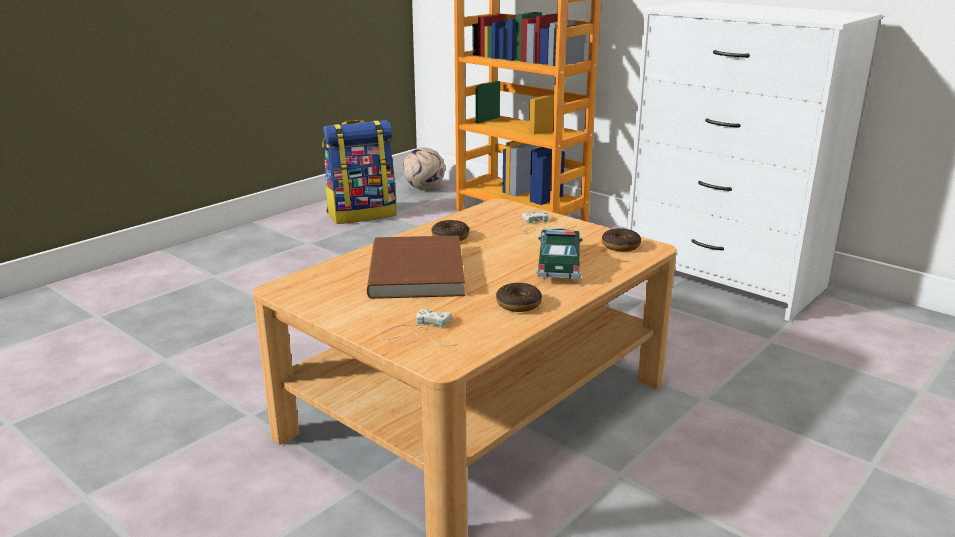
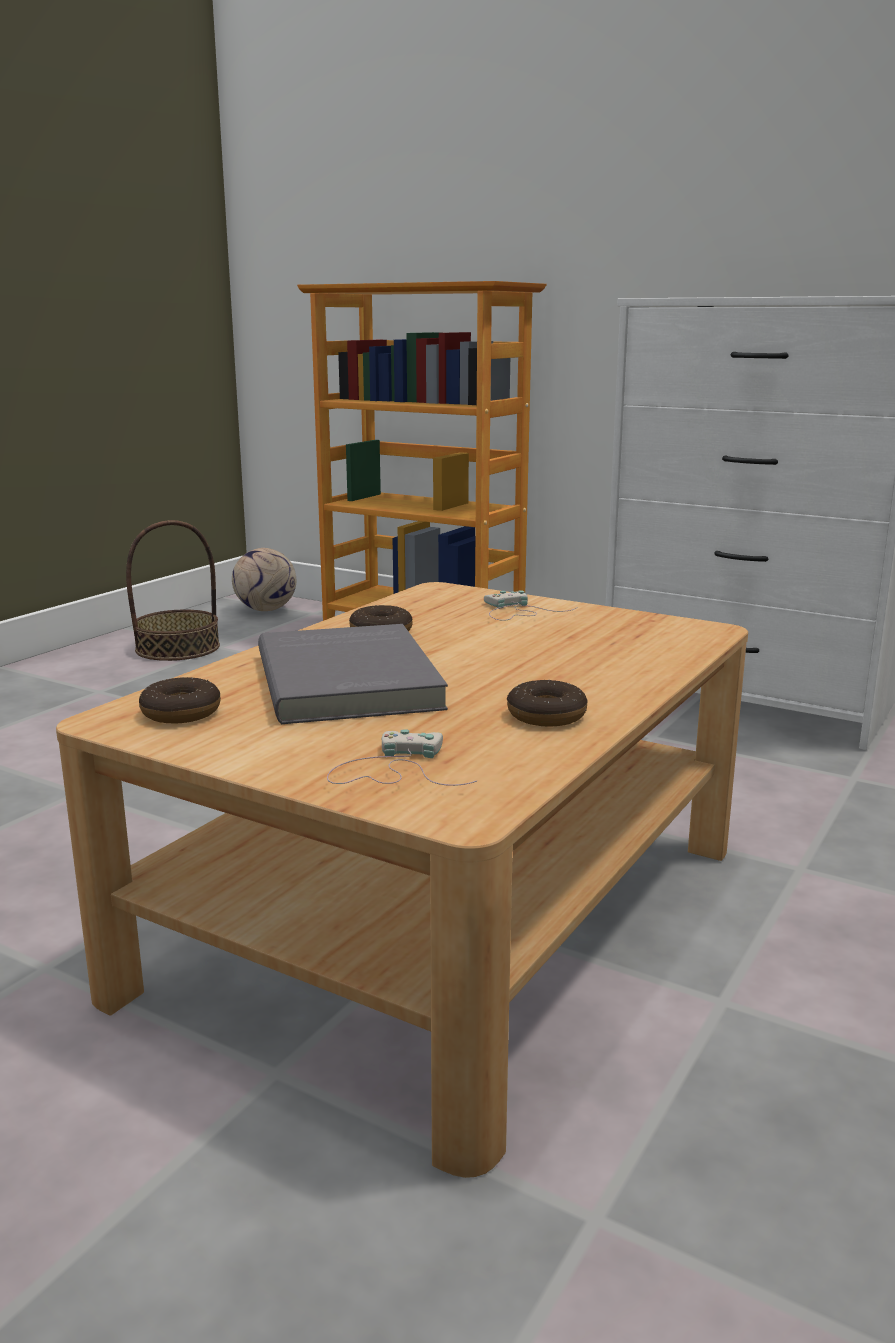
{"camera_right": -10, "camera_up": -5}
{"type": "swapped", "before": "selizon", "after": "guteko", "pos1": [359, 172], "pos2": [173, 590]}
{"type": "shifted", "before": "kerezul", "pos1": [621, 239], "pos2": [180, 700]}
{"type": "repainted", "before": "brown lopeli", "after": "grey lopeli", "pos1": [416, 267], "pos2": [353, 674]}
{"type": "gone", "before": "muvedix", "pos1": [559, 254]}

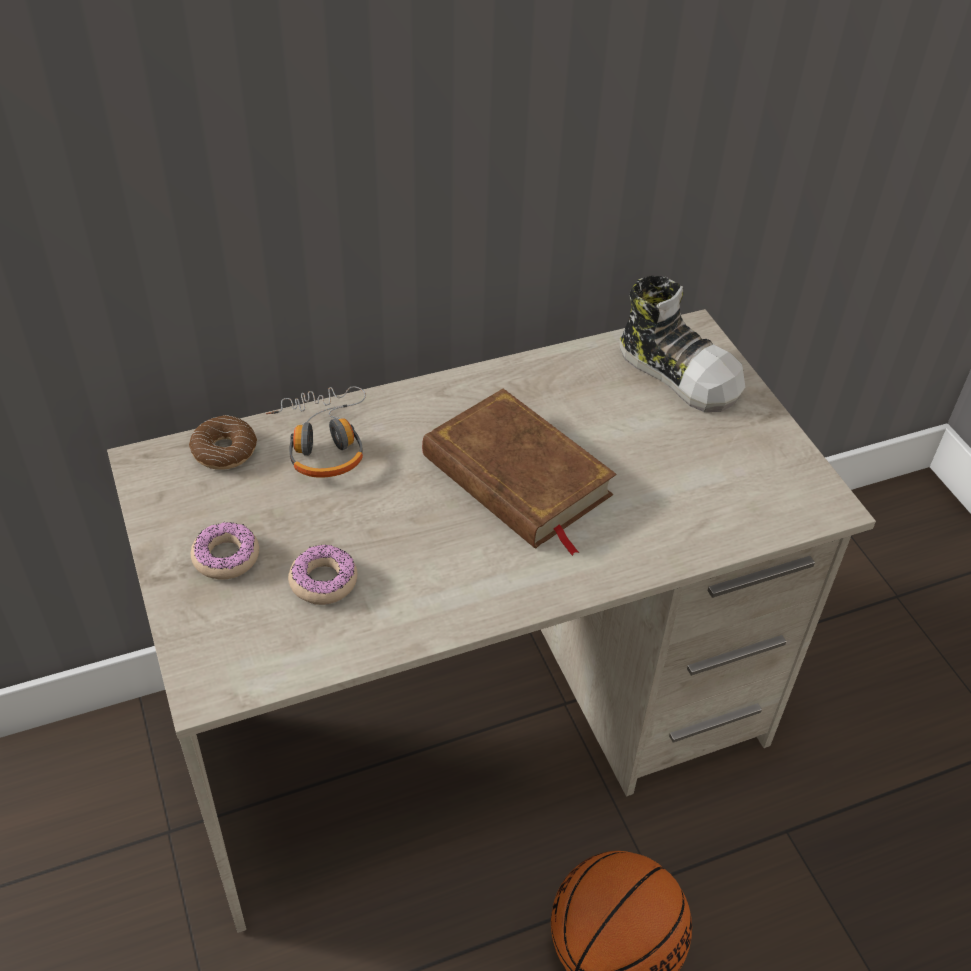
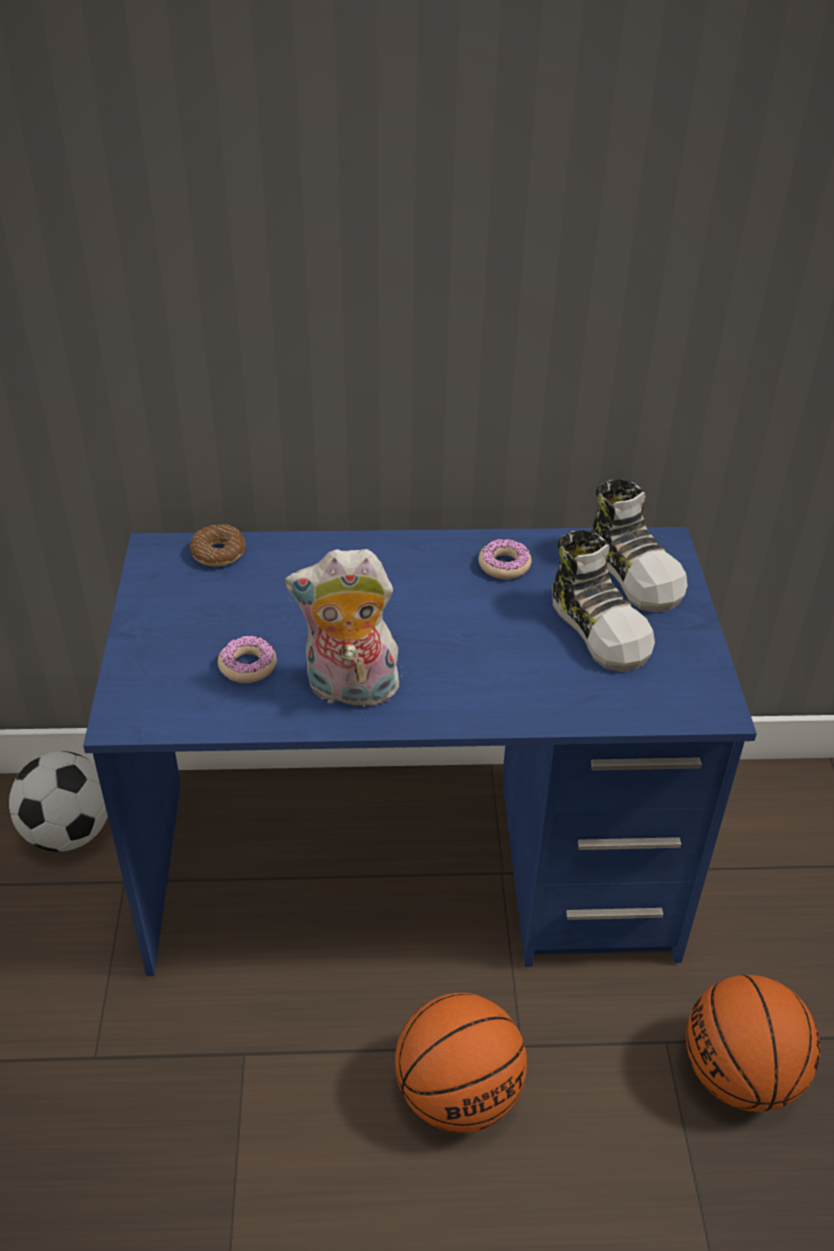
{"camera_right": 20, "camera_up": -5}
{"type": "new", "after": "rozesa", "pos2": [58, 801]}
{"type": "repainted", "before": "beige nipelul", "after": "blue nipelul", "pos1": [491, 621], "pos2": [420, 751]}
{"type": "new", "after": "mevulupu", "pos2": [344, 631]}
{"type": "shifted", "before": "kerezul", "pos1": [225, 551], "pos2": [505, 559]}
{"type": "new", "after": "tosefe", "pos2": [603, 601]}
{"type": "new", "after": "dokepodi", "pos2": [753, 1043]}
{"type": "gone", "before": "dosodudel", "pos1": [316, 432]}
{"type": "gone", "before": "brown lopeli", "pos1": [519, 472]}

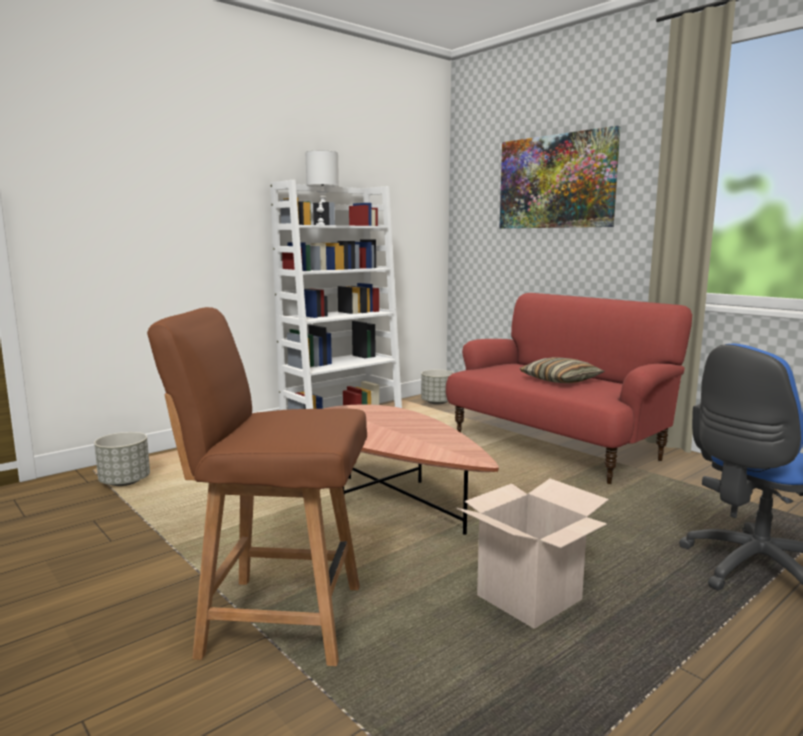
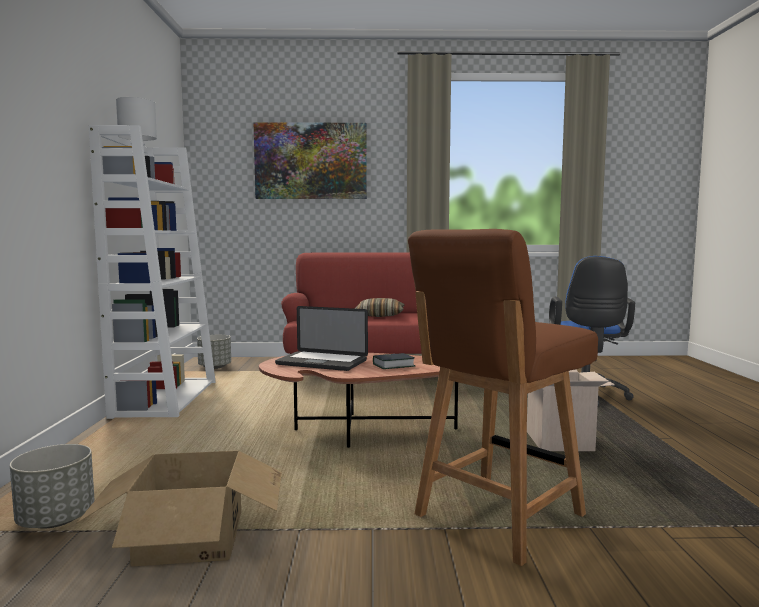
{"camera_right": -50, "camera_up": -5}
{"type": "new", "after": "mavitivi", "pos2": [179, 508]}
{"type": "new", "after": "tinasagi", "pos2": [321, 338]}
{"type": "new", "after": "lopeli", "pos2": [394, 361]}

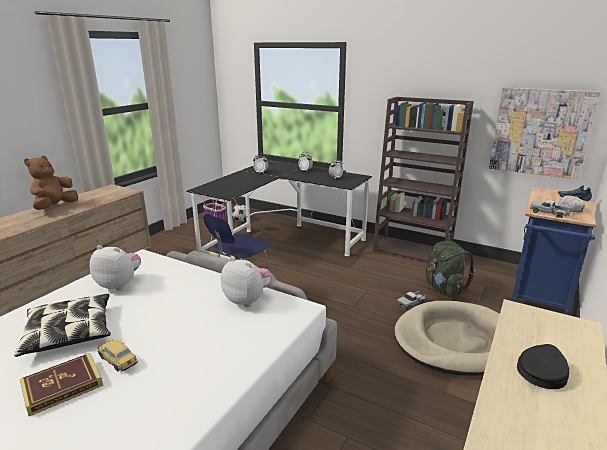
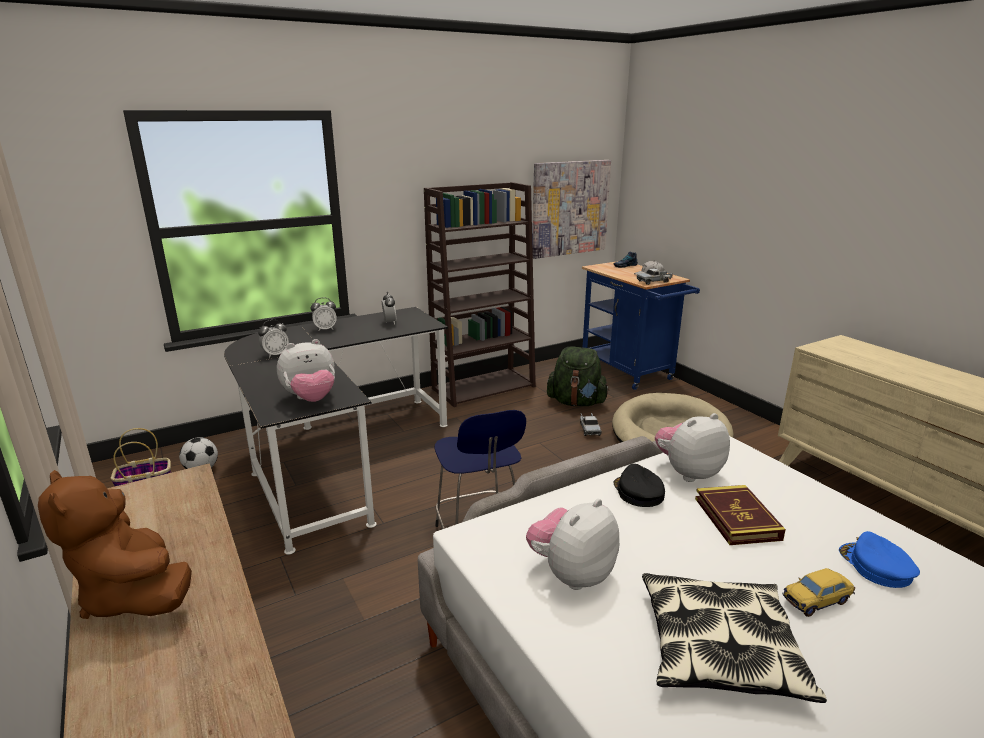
{"camera_right": -60, "camera_up": 0}
{"type": "new", "after": "mevulupu", "pos2": [306, 370]}
{"type": "shifted", "before": "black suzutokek", "pos1": [543, 366], "pos2": [639, 485]}
{"type": "shifted", "before": "lopeli", "pos1": [61, 384], "pos2": [740, 515]}
{"type": "new", "after": "blue suzutokek", "pos2": [879, 559]}

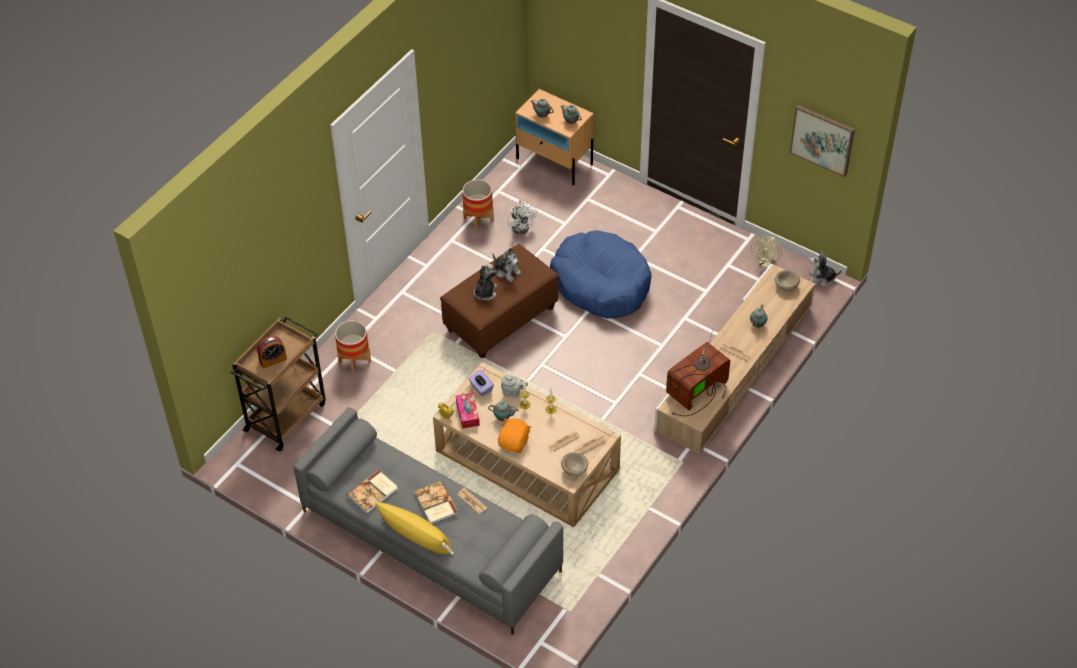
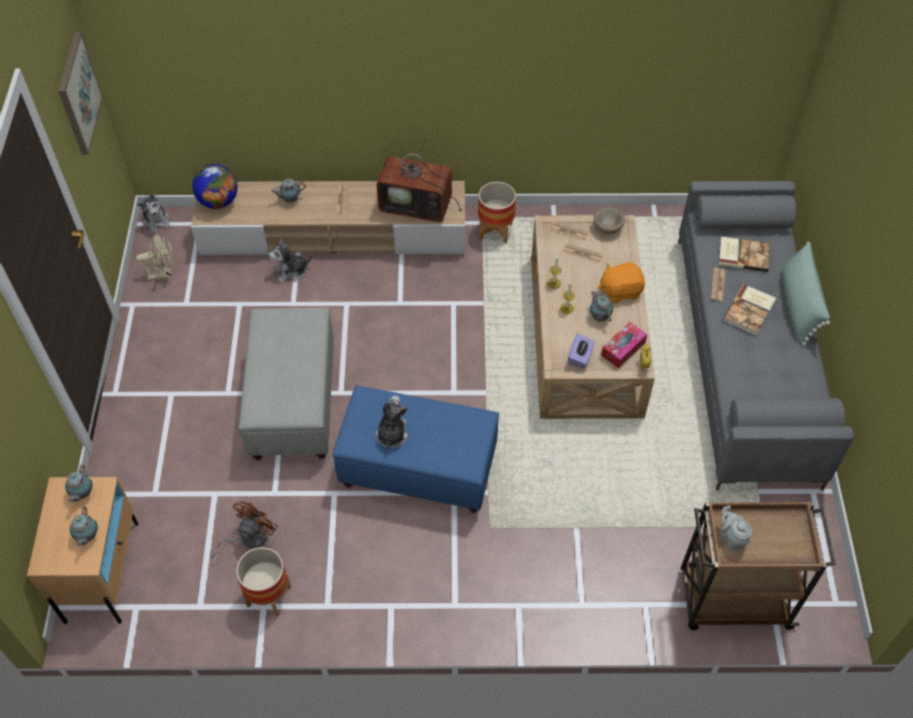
{"camera_right": -125, "camera_up": 5}
{"type": "swapped", "before": "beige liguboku", "after": "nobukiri", "pos1": [787, 280], "pos2": [215, 186]}
{"type": "repainted", "before": "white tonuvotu", "after": "brown tonuvotu", "pos1": [522, 217], "pos2": [244, 529]}
{"type": "swapped", "before": "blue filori", "after": "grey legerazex", "pos1": [601, 274], "pos2": [286, 383]}
{"type": "shifted", "before": "mevulupu", "pos1": [485, 282], "pos2": [290, 260]}
{"type": "repainted", "before": "brown legerazex", "after": "blue legerazex", "pos1": [499, 301], "pos2": [415, 449]}
{"type": "shifted", "before": "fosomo", "pos1": [353, 347], "pos2": [497, 213]}
{"type": "shifted", "before": "lopeli", "pos1": [372, 491], "pos2": [744, 254]}
{"type": "shifted", "before": "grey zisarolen", "pos1": [514, 386], "pos2": [736, 527]}
{"type": "repainted", "before": "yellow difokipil", "after": "green difokipil", "pos1": [413, 528], "pos2": [806, 294]}
{"type": "gone", "before": "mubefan", "pos1": [272, 352]}

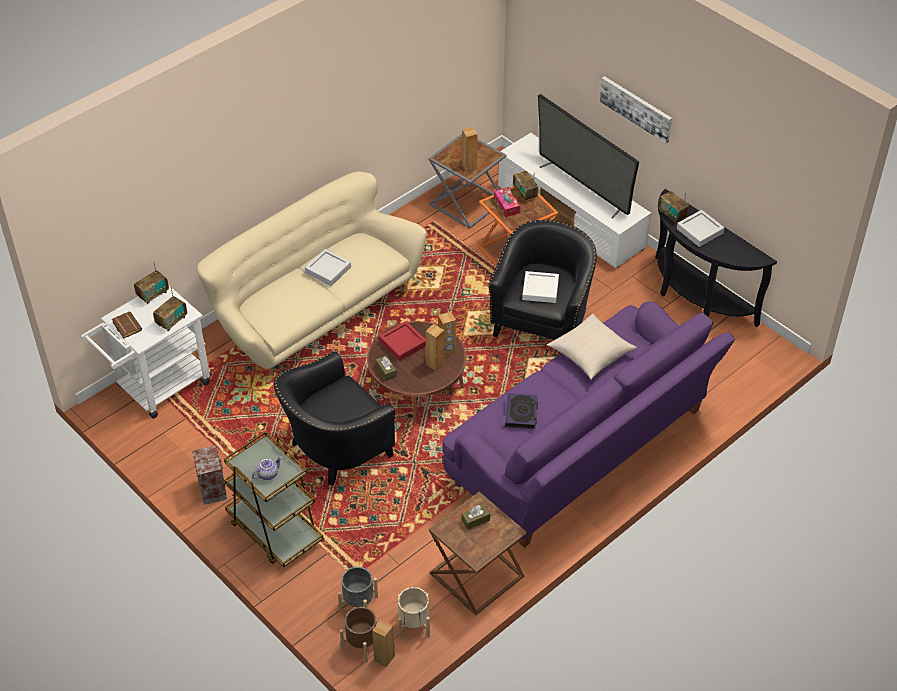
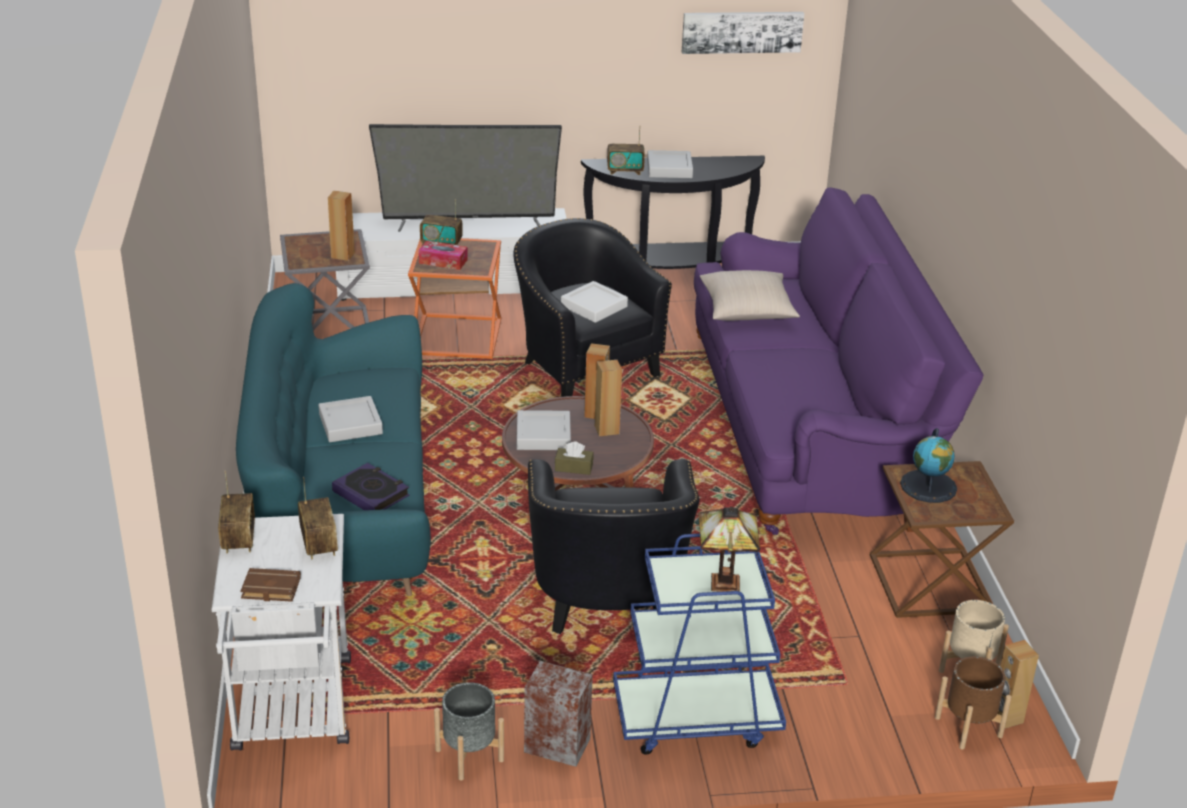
{"camera_right": -55, "camera_up": -15}
{"type": "repainted", "before": "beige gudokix", "after": "turquoise gudokix", "pos1": [311, 274], "pos2": [333, 439]}
{"type": "shifted", "before": "lopeli", "pos1": [521, 411], "pos2": [371, 486]}
{"type": "shifted", "before": "grey fosomo", "pos1": [358, 590], "pos2": [469, 731]}
{"type": "repainted", "before": "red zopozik", "after": "grey zopozik", "pos1": [402, 341], "pos2": [544, 430]}
{"type": "repainted", "before": "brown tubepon", "after": "blue tubepon", "pos1": [274, 499], "pos2": [699, 644]}
{"type": "shifted", "before": "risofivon", "pos1": [636, 109], "pos2": [743, 33]}
{"type": "swapped", "before": "zisarolen", "after": "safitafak", "pos1": [267, 468], "pos2": [729, 549]}
{"type": "swapped", "before": "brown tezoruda", "after": "nobukiri", "pos1": [476, 517], "pos2": [928, 465]}

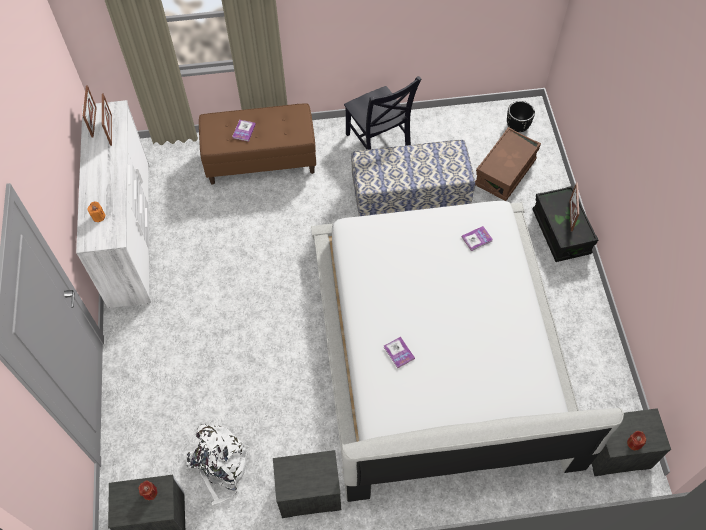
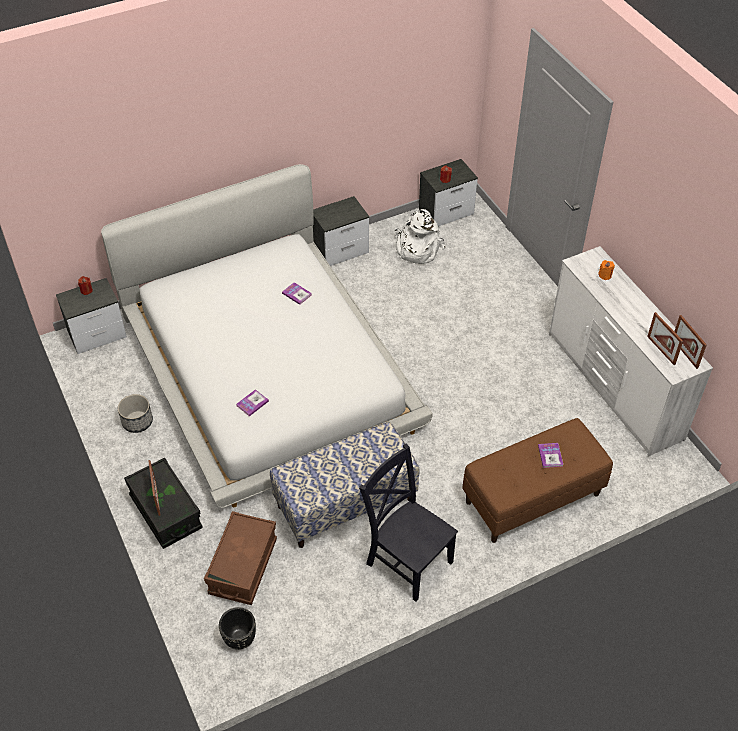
{"camera_right": 160, "camera_up": -10}
{"type": "new", "after": "fosomo", "pos2": [135, 413]}

